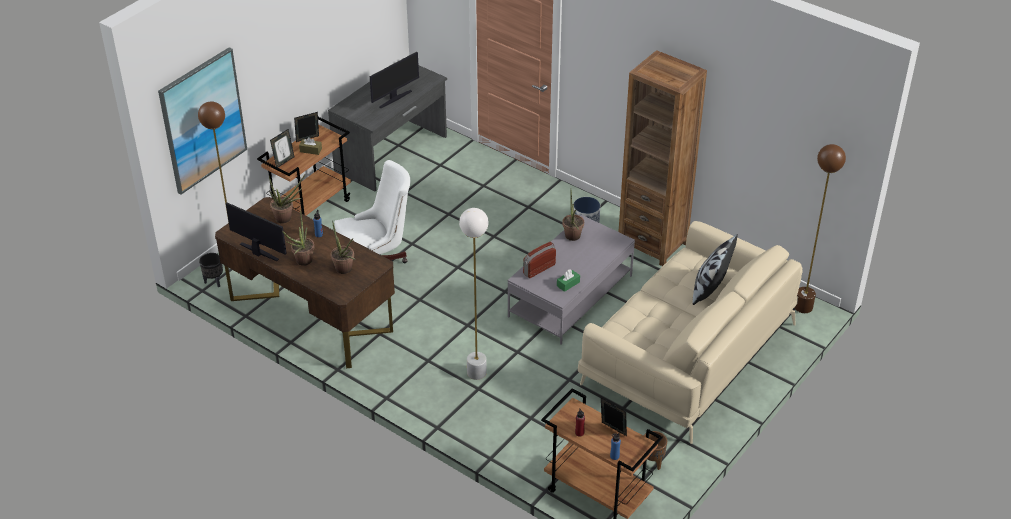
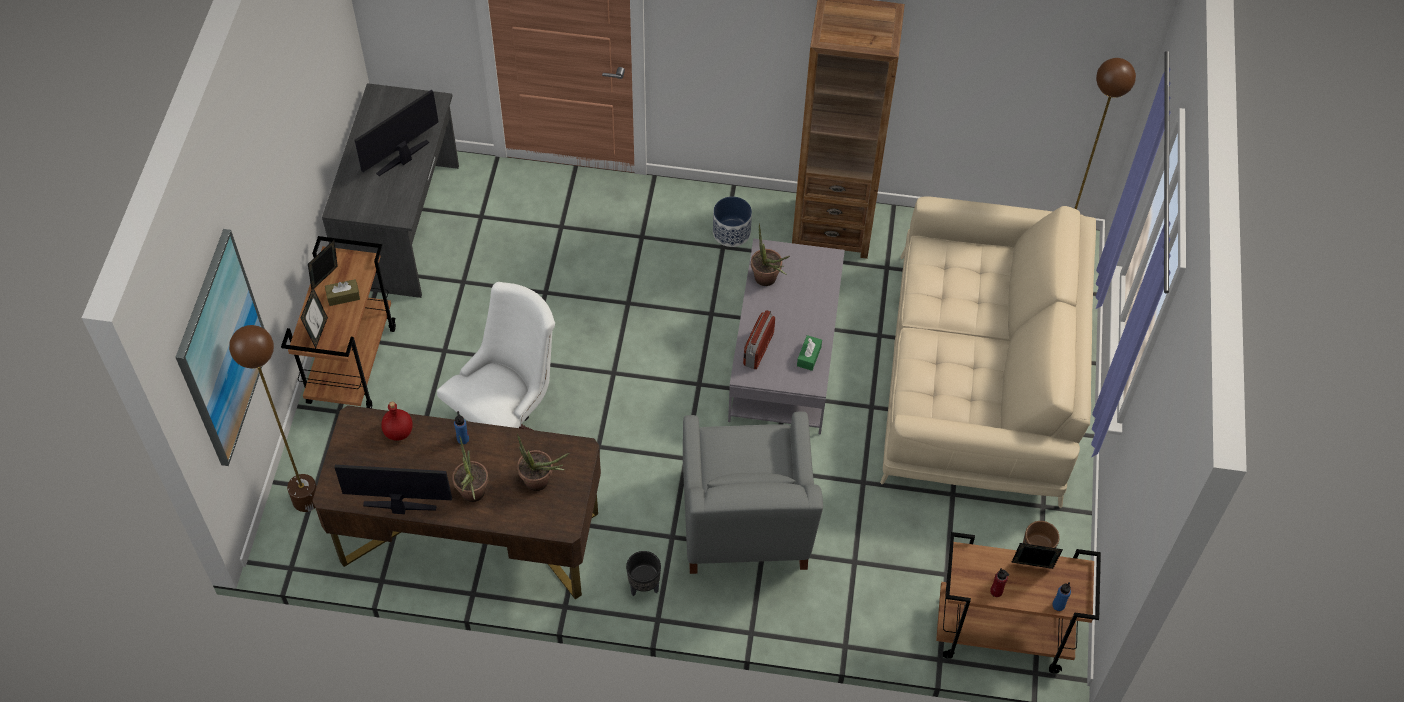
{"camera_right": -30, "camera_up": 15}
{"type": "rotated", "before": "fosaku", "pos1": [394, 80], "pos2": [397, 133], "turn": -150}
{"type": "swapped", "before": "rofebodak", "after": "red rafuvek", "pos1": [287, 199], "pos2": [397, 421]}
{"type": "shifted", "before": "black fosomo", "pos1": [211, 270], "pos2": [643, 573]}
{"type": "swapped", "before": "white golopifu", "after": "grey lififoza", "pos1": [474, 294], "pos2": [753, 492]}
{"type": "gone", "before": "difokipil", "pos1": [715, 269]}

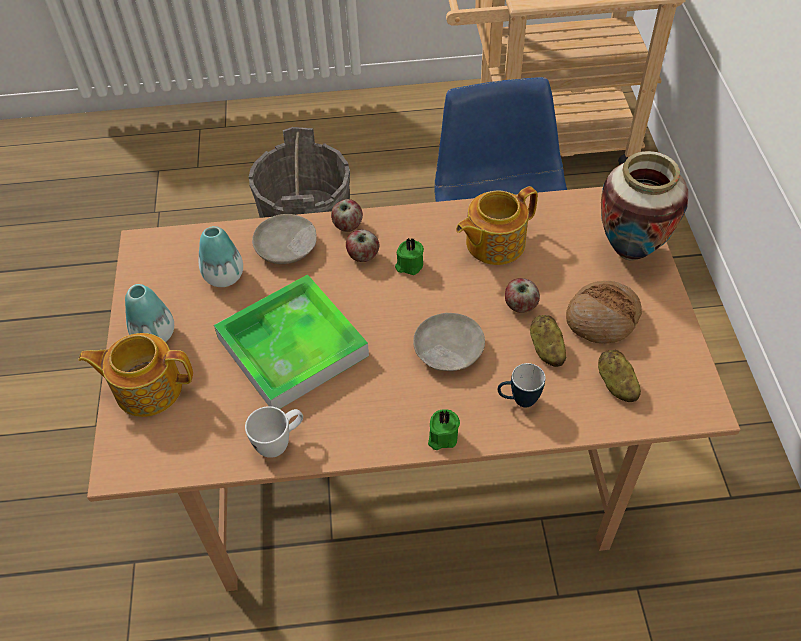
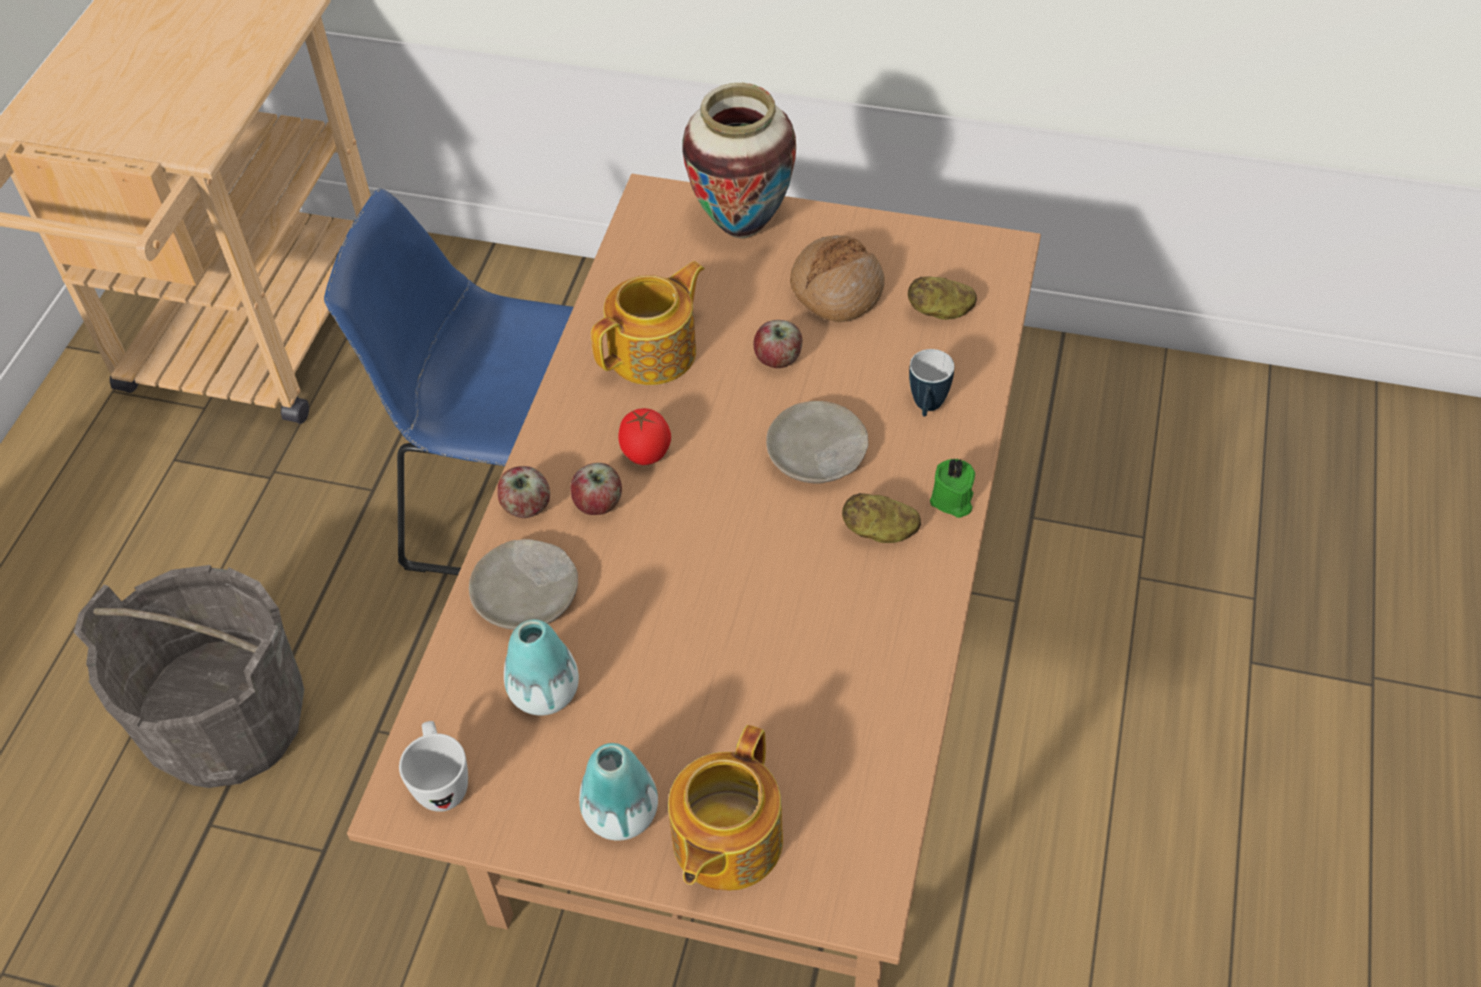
{"camera_right": -70, "camera_up": 0}
{"type": "shifted", "before": "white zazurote", "pos1": [274, 432], "pos2": [433, 766]}
{"type": "rotated", "before": "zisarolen", "pos1": [497, 225], "pos2": [648, 323], "turn": -120}
{"type": "swapped", "before": "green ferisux", "after": "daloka", "pos1": [409, 256], "pos2": [644, 436]}
{"type": "shifted", "before": "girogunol", "pos1": [548, 341], "pos2": [881, 518]}
{"type": "gone", "before": "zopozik", "pos1": [291, 341]}

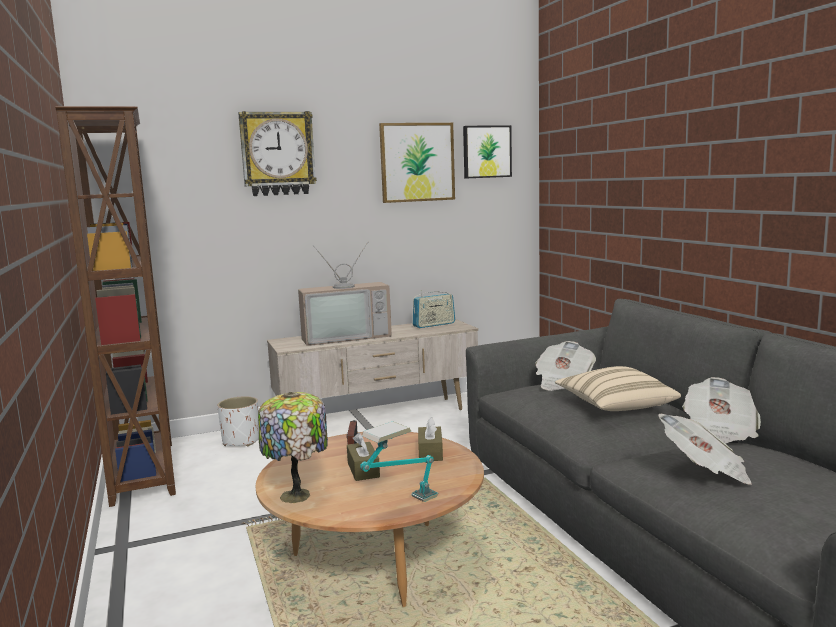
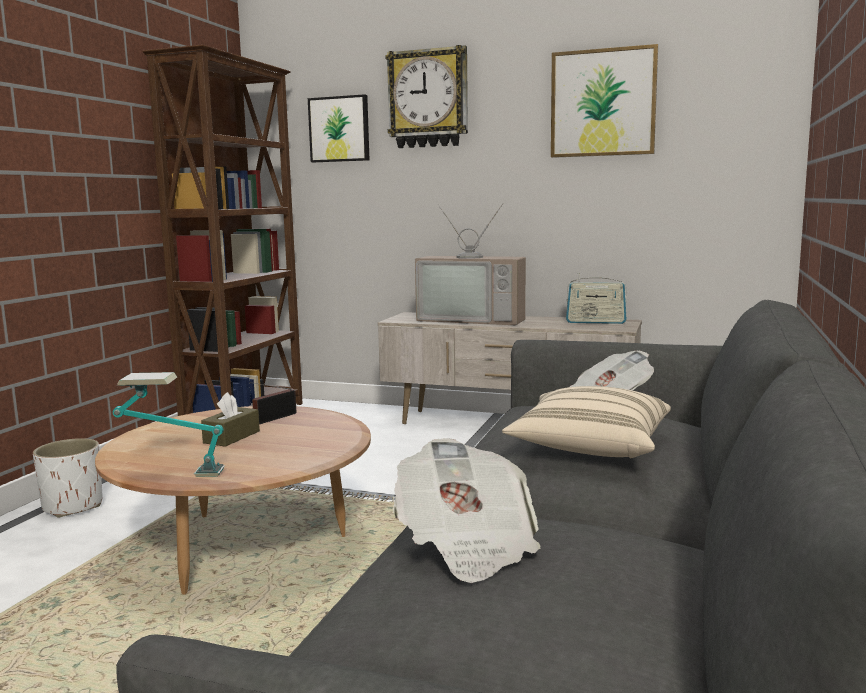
{"camera_right": 40, "camera_up": 0}
{"type": "shifted", "before": "white fosomo", "pos1": [238, 421], "pos2": [68, 478]}
{"type": "shifted", "before": "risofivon", "pos1": [487, 152], "pos2": [339, 128]}
{"type": "gone", "before": "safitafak", "pos1": [293, 447]}
{"type": "gone", "before": "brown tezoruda", "pos1": [430, 439]}
{"type": "gone", "before": "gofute", "pos1": [722, 410]}

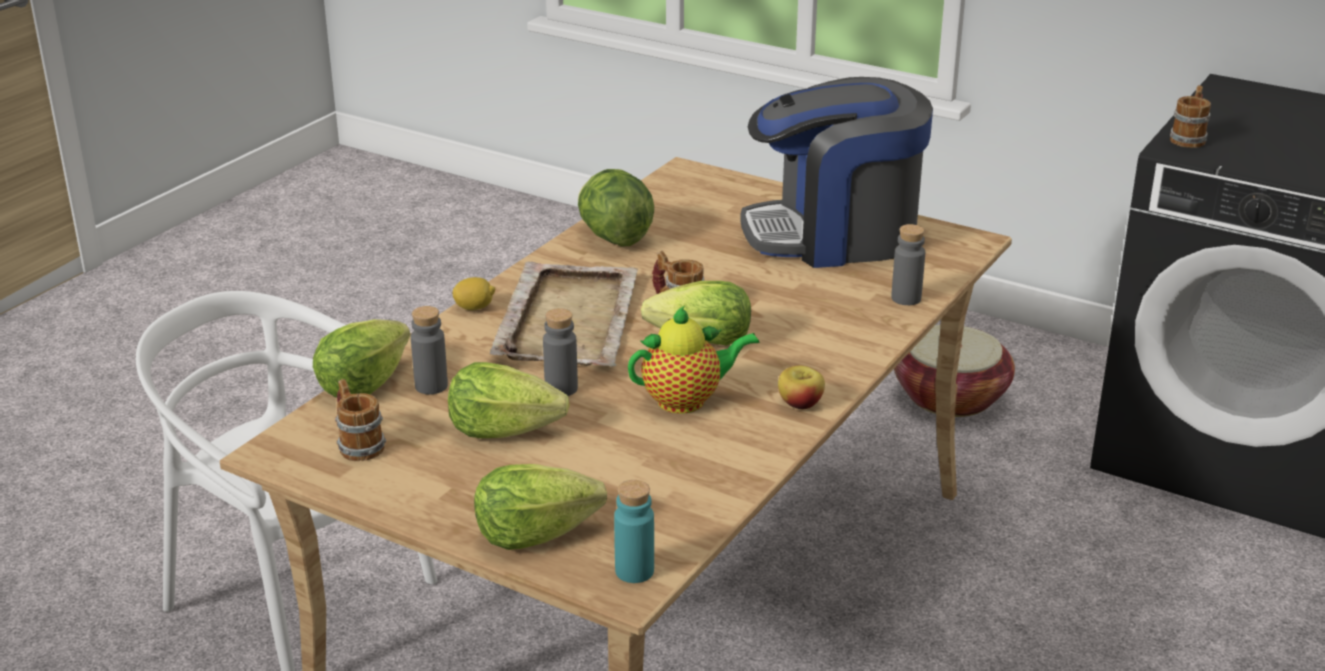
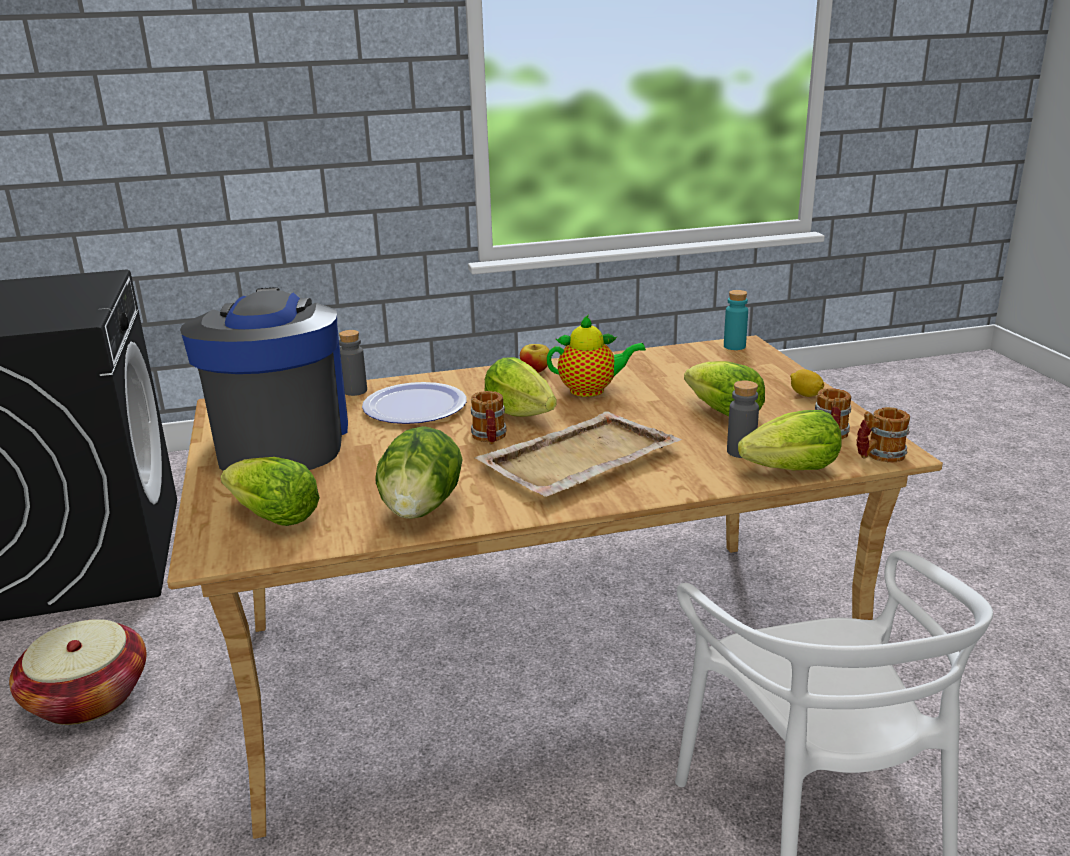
{"camera_right": -135, "camera_up": -5}
{"type": "rotated", "before": "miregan", "pos1": [836, 172], "pos2": [264, 379], "turn": -135}
{"type": "shifted", "before": "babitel", "pos1": [540, 507], "pos2": [270, 491]}
{"type": "new", "after": "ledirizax", "pos2": [414, 403]}
{"type": "rotated", "before": "zisarolen", "pos1": [693, 360], "pos2": [596, 356], "turn": 150}
{"type": "shifted", "before": "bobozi", "pos1": [473, 293], "pos2": [807, 383]}
{"type": "shifted", "before": "zazurote", "pos1": [1190, 116], "pos2": [883, 434]}
{"type": "gone", "before": "grey rafuvek", "pos1": [560, 352]}

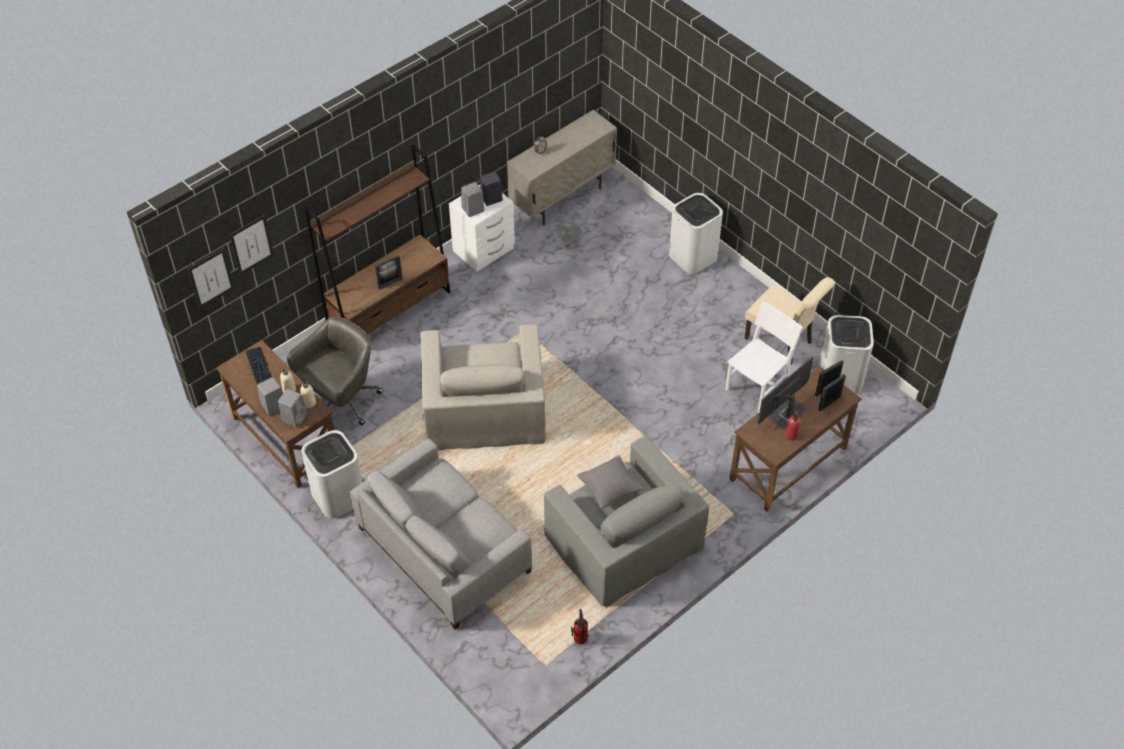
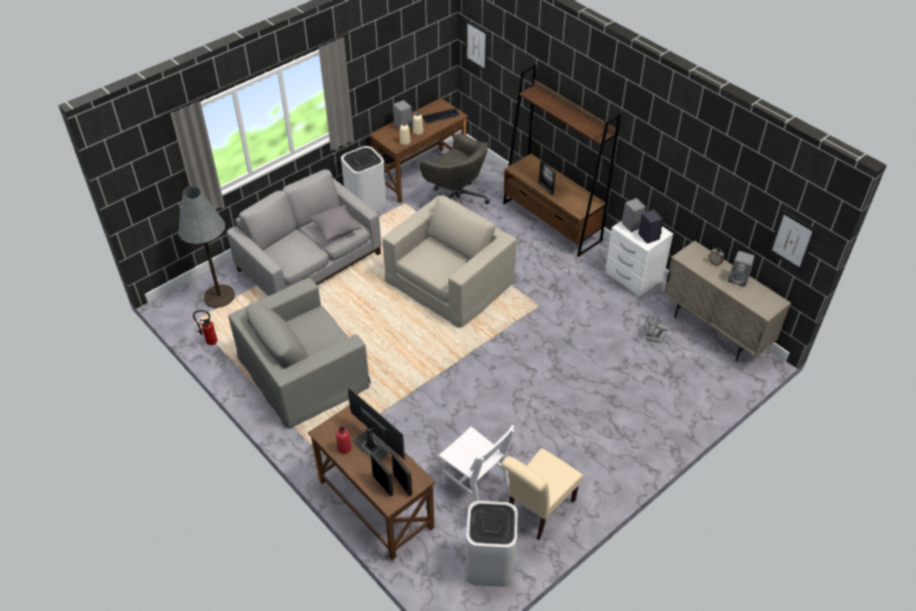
{"camera_right": 90, "camera_up": -5}
{"type": "new", "after": "grey golopifu", "pos2": [206, 247]}
{"type": "shifted", "before": "grey difokipil", "pos1": [610, 482], "pos2": [336, 223]}
{"type": "rotated", "before": "beige lififoza", "pos1": [483, 387], "pos2": [450, 262], "turn": 135}
{"type": "shifted", "before": "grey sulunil", "pos1": [292, 408], "pos2": [741, 269]}
{"type": "shifted", "before": "risofivon", "pos1": [251, 245], "pos2": [793, 240]}
{"type": "gone", "before": "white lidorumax", "pos1": [696, 233]}

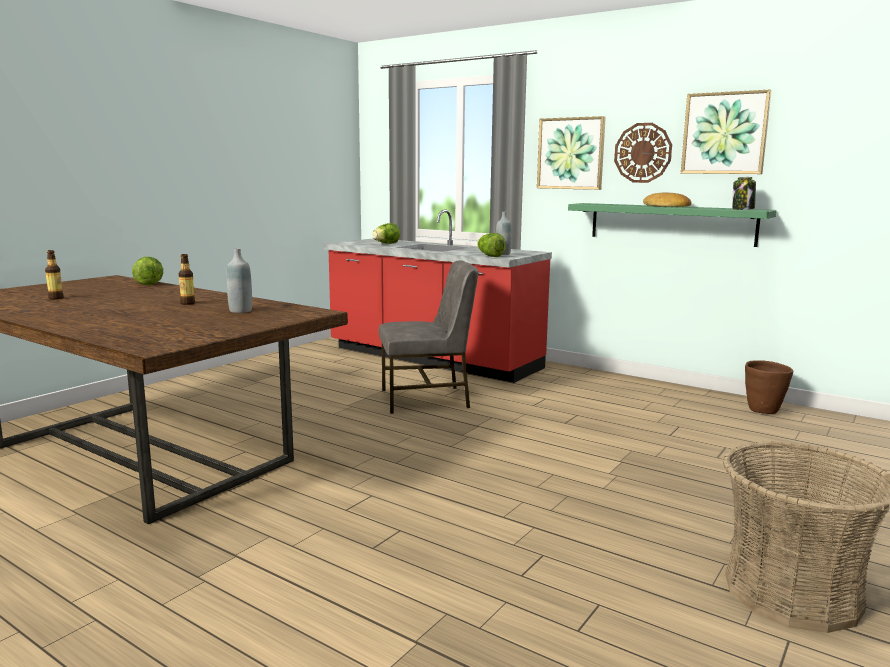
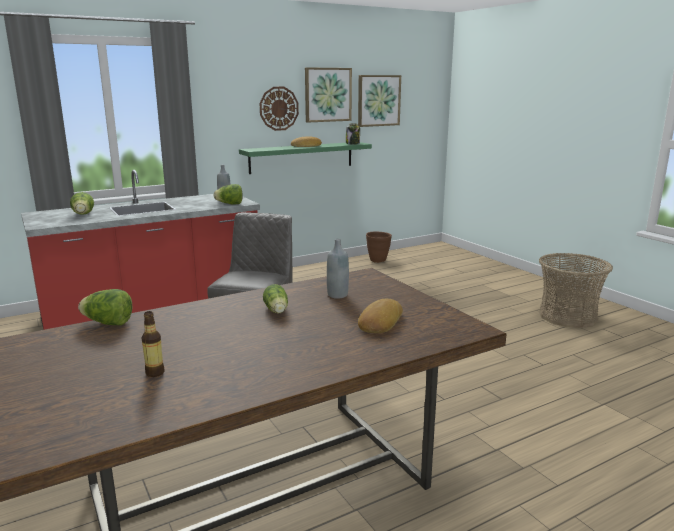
{"camera_right": -65, "camera_up": 5}
{"type": "swapped", "before": "rafuvek", "after": "babitel", "pos1": [187, 279], "pos2": [275, 299]}
{"type": "shifted", "before": "risofivon", "pos1": [571, 153], "pos2": [379, 101]}
{"type": "new", "after": "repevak", "pos2": [380, 316]}

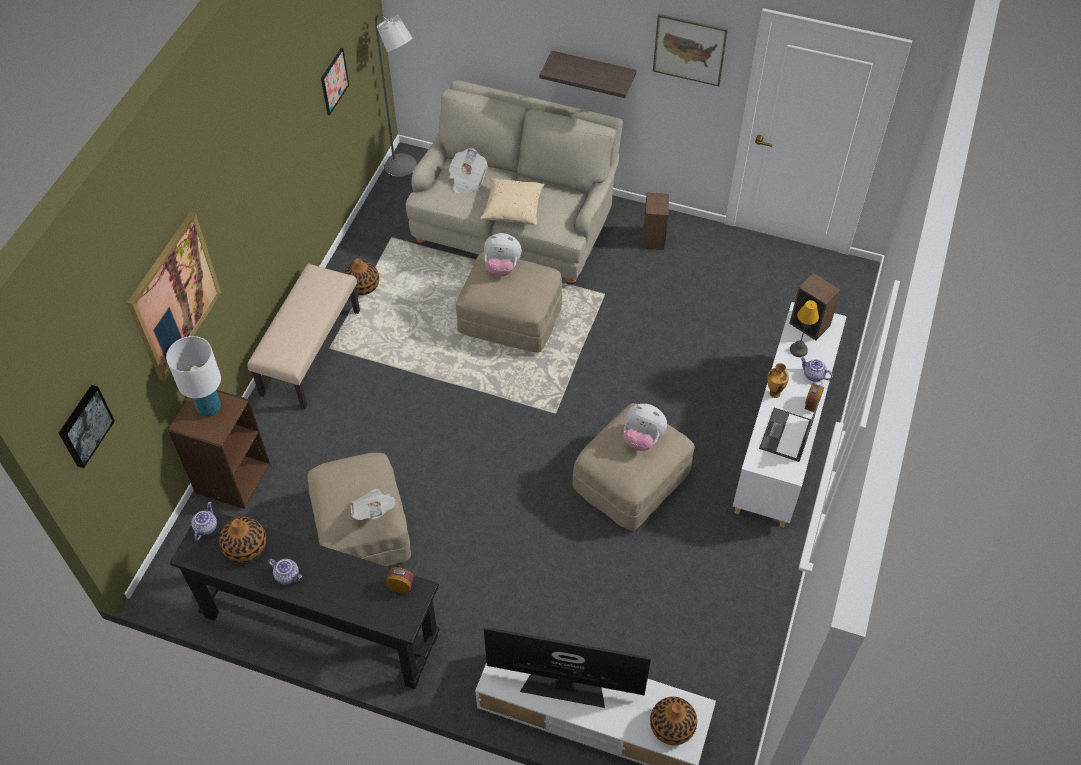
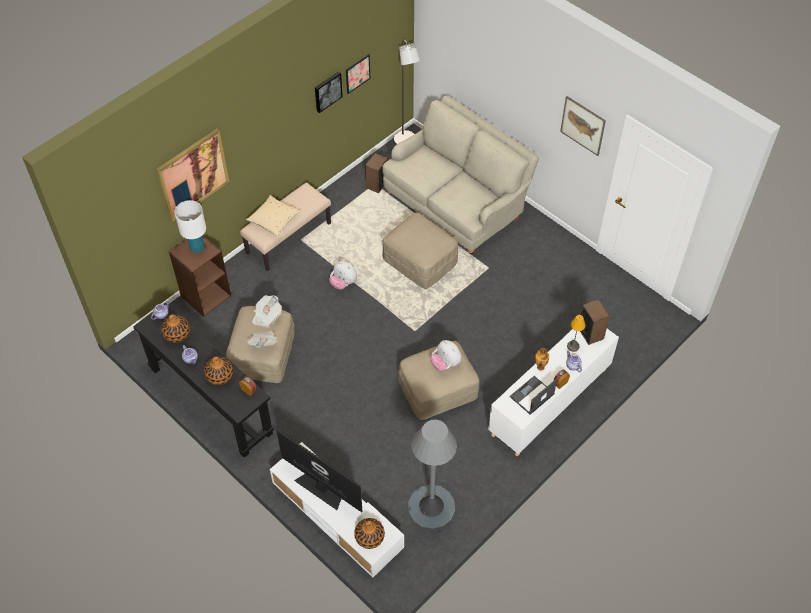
{"camera_right": 25, "camera_up": 0}
{"type": "shifted", "before": "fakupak", "pos1": [361, 276], "pos2": [218, 370]}
{"type": "shifted", "before": "beige difokipil", "pos1": [512, 201], "pos2": [273, 215]}
{"type": "shifted", "before": "gofute", "pos1": [468, 170], "pos2": [267, 311]}
{"type": "shifted", "before": "risofivon", "pos1": [87, 426], "pos2": [329, 92]}
{"type": "shifted", "before": "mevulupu", "pos1": [503, 255], "pos2": [343, 275]}
{"type": "shifted", "before": "sulunil", "pos1": [655, 221], "pos2": [376, 173]}
{"type": "new", "after": "grey golopifu", "pos2": [432, 474]}
{"type": "gone", "before": "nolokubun", "pos1": [587, 74]}

